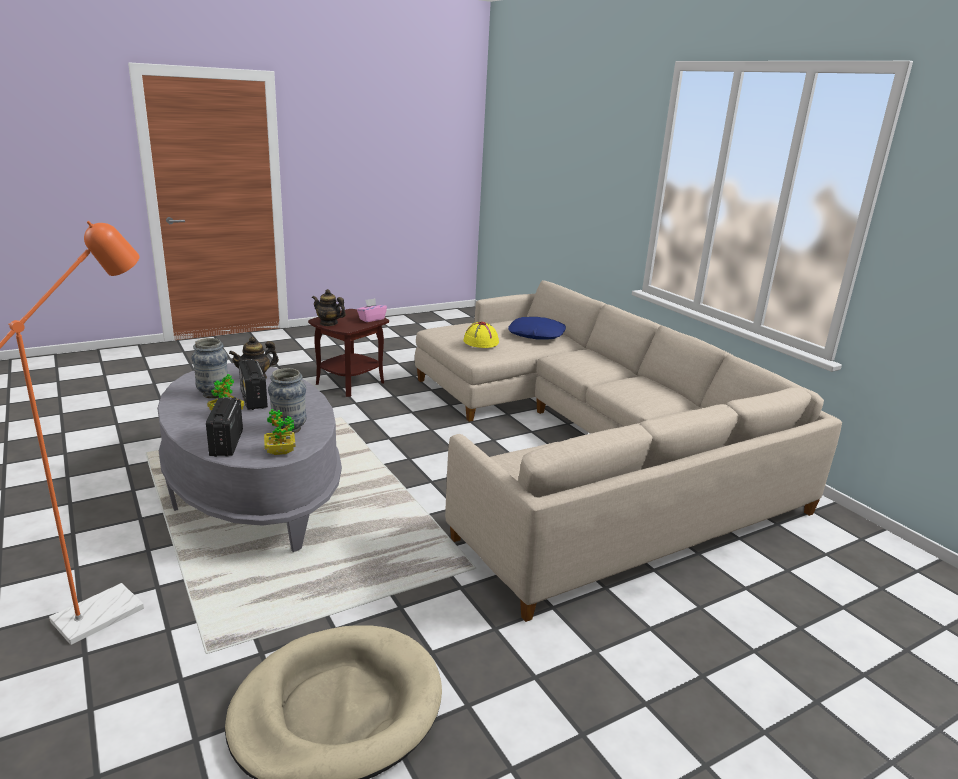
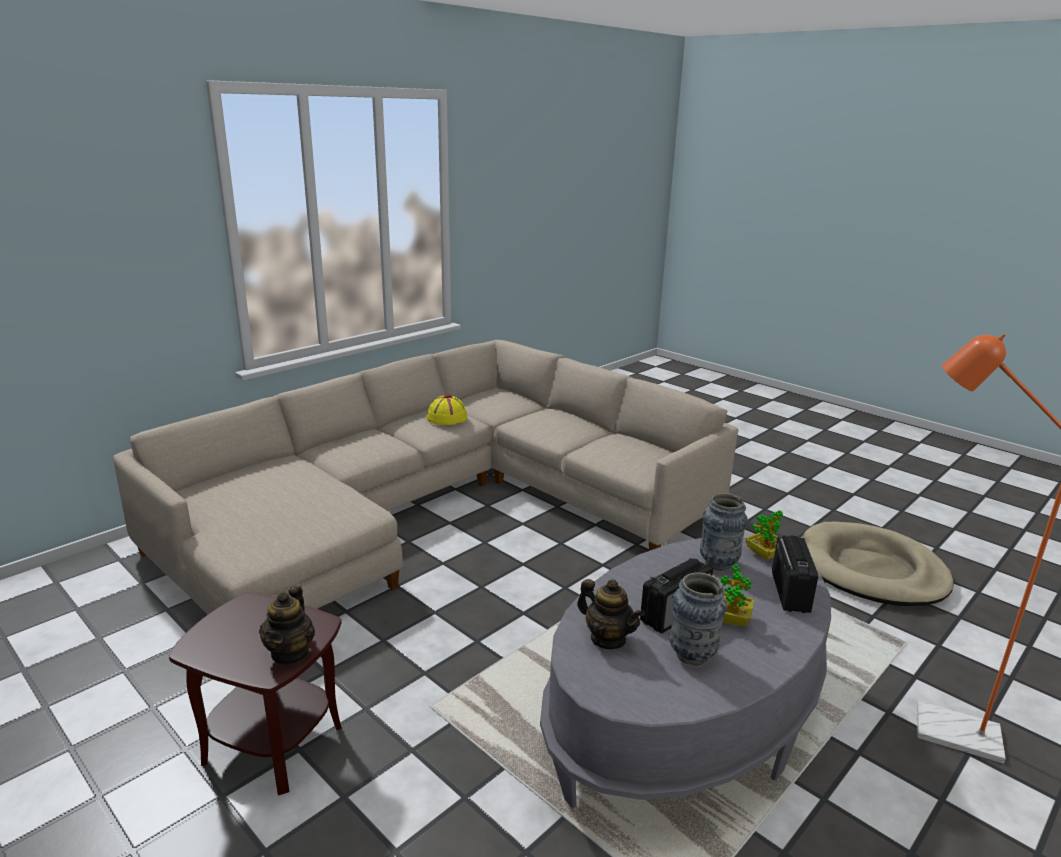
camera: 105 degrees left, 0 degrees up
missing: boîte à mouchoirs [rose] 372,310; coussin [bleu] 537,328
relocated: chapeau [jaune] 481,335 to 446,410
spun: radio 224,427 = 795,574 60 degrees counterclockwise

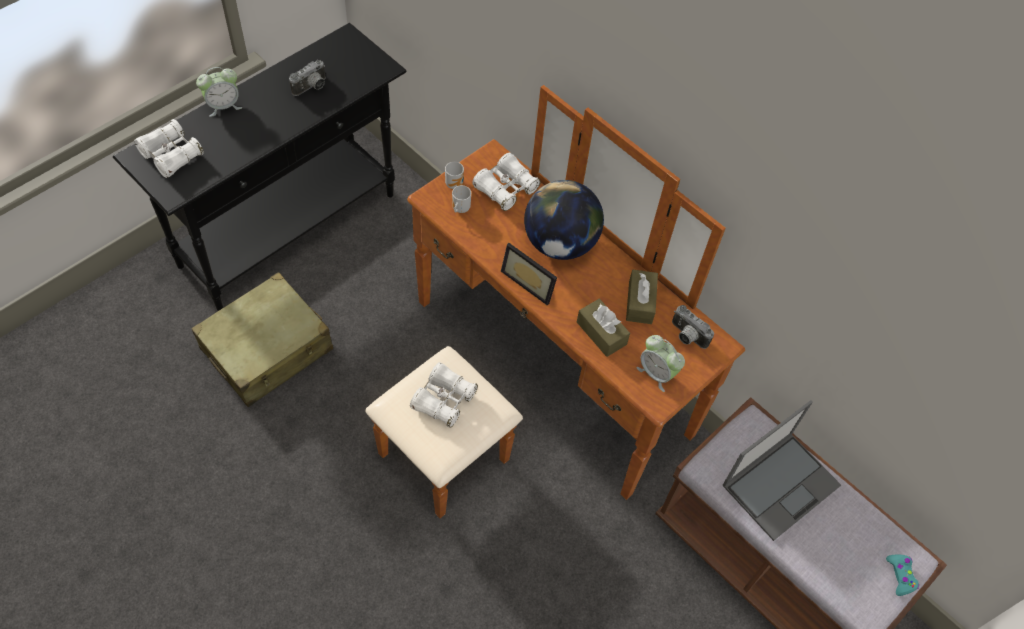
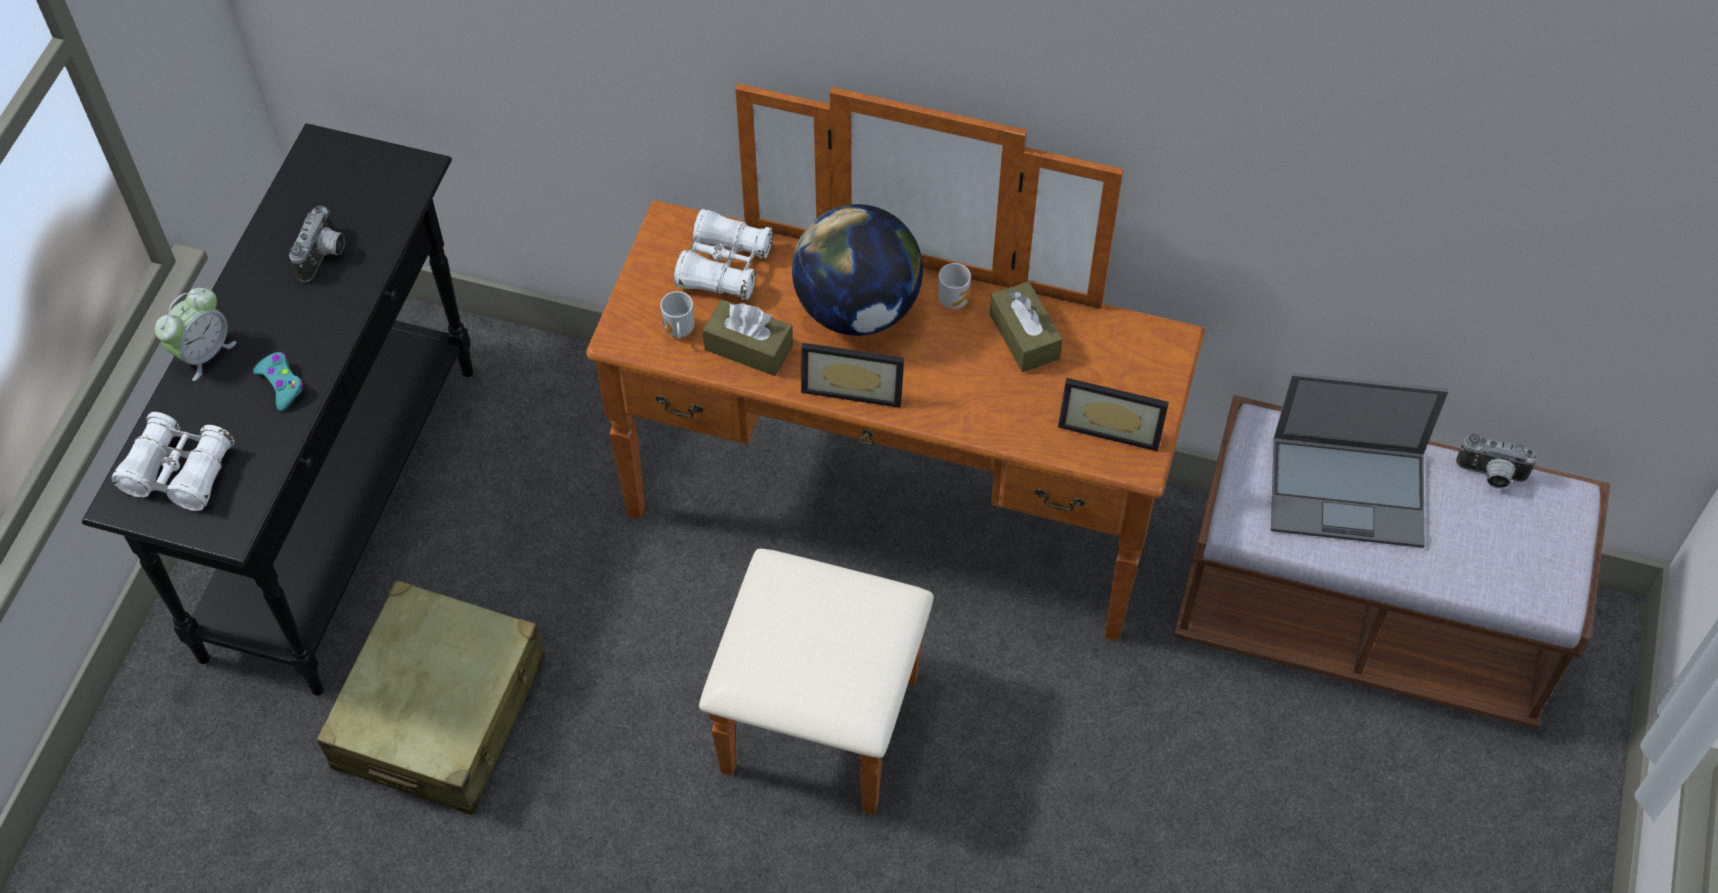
camera: 25 degrees left, 0 degrees up
missing: jumelles [blanc] 444,395
relocated: mug 454,175 to 954,286; boîte à mouchoirs [marron] 603,328 to 748,338; appareil photo 693,327 to 1496,461; manette [turquoise] 902,575 to 278,381
exchanged: réveil 660,363 to cadre photo 1113,414
spun: ordinateur portable 781,470 = 1359,460 75 degrees clockwise

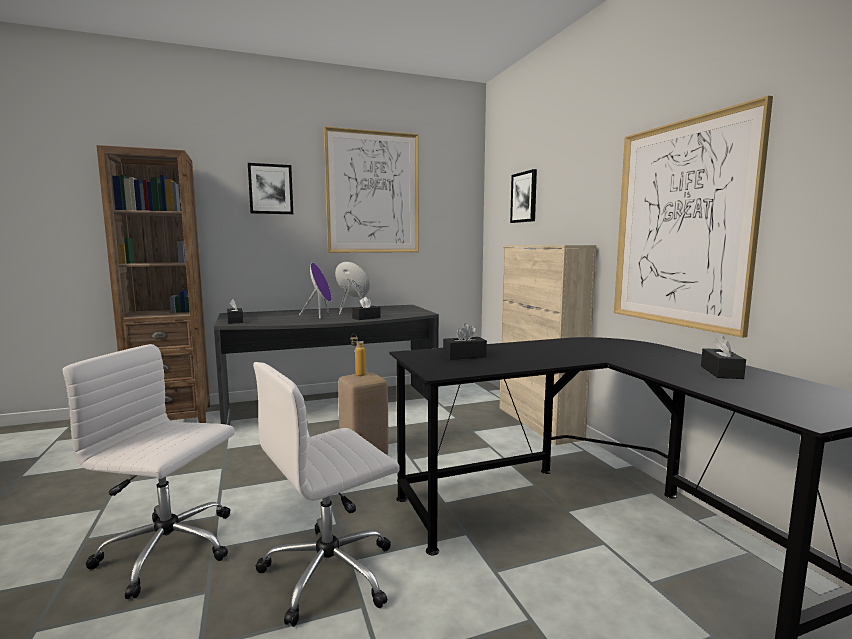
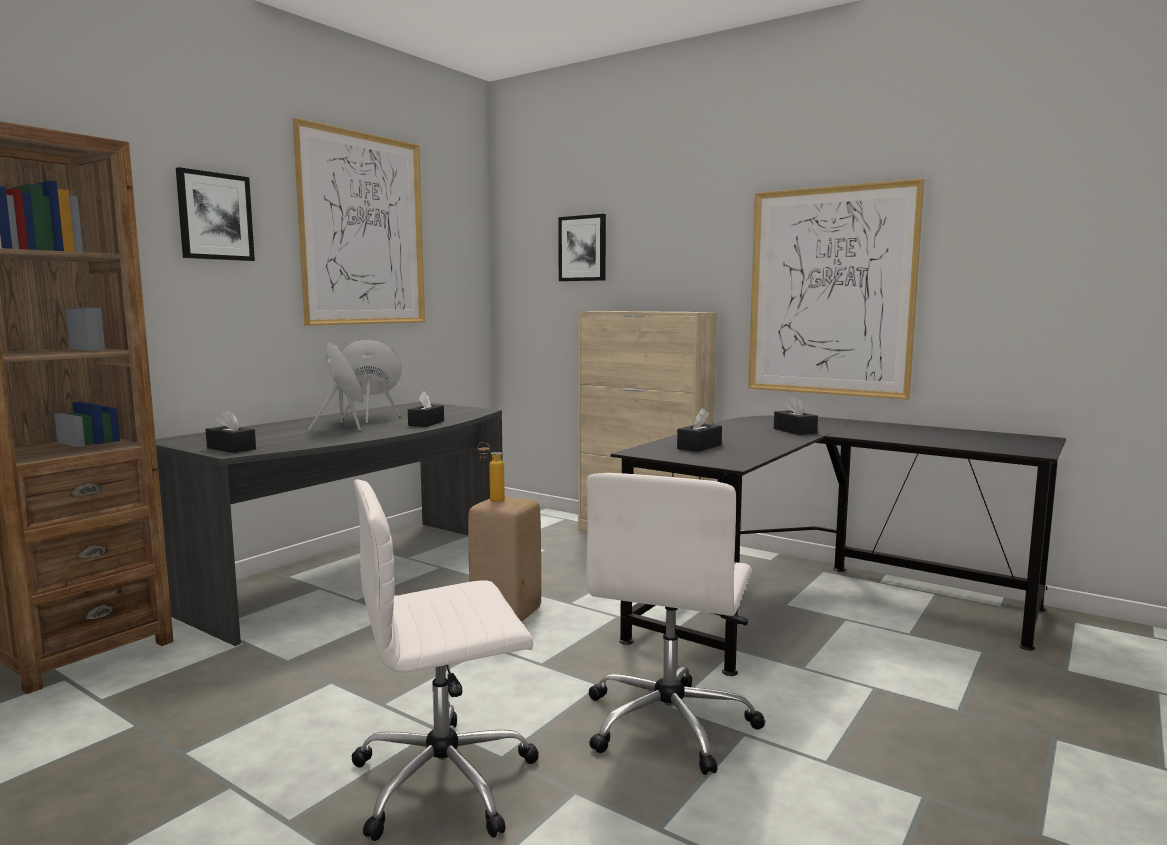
camera: 35 degrees left, 0 degrees up
relocated: boîte à mouchoirs [noir] 723,357 to 796,415

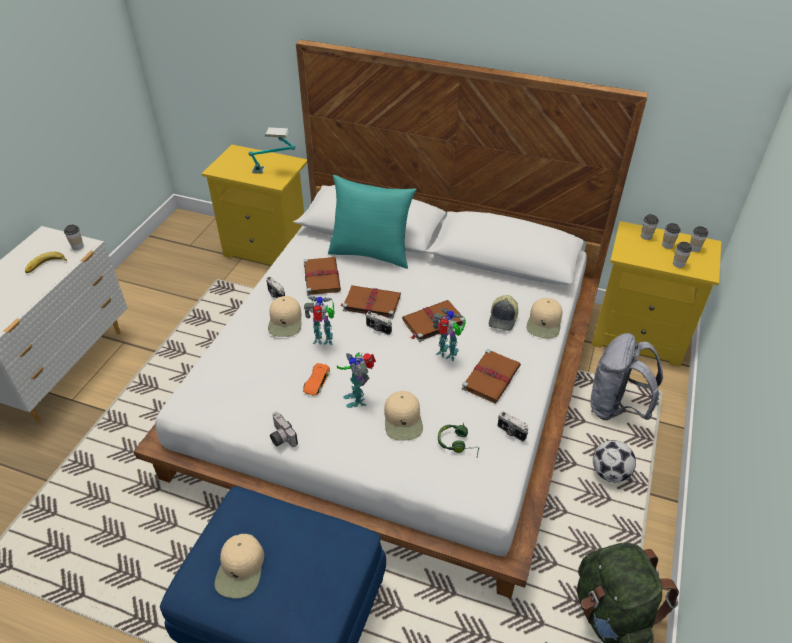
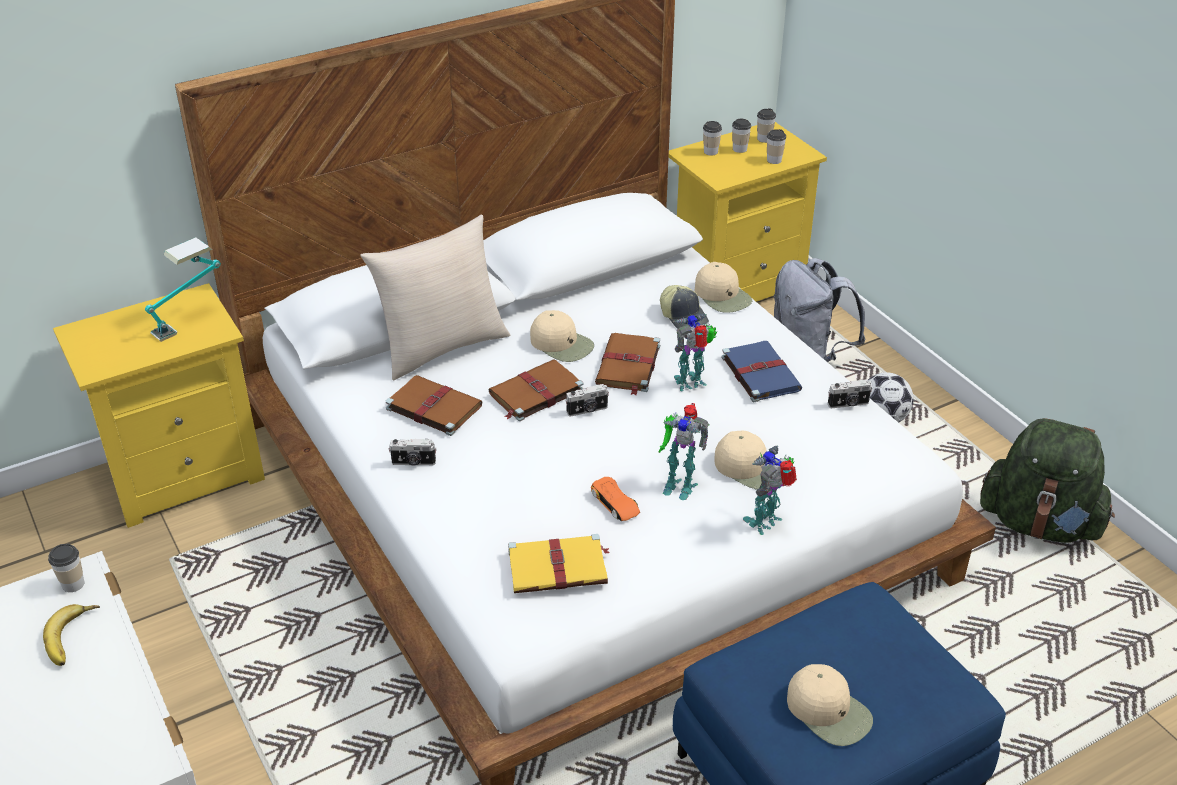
camera: 50 degrees left, 5 degrees down
missing: appareil photo 284,429; casque audio [vert] 458,440
appeared: livre [jaune] 559,563
relocated: casquette [beige] 285,316 to 562,336; robot jouet 319,320 to 770,490
colour: coussin [turquoise] 372,222 to coussin [beige] 435,298; livre [marron] 491,376 to livre [bleu] 761,371

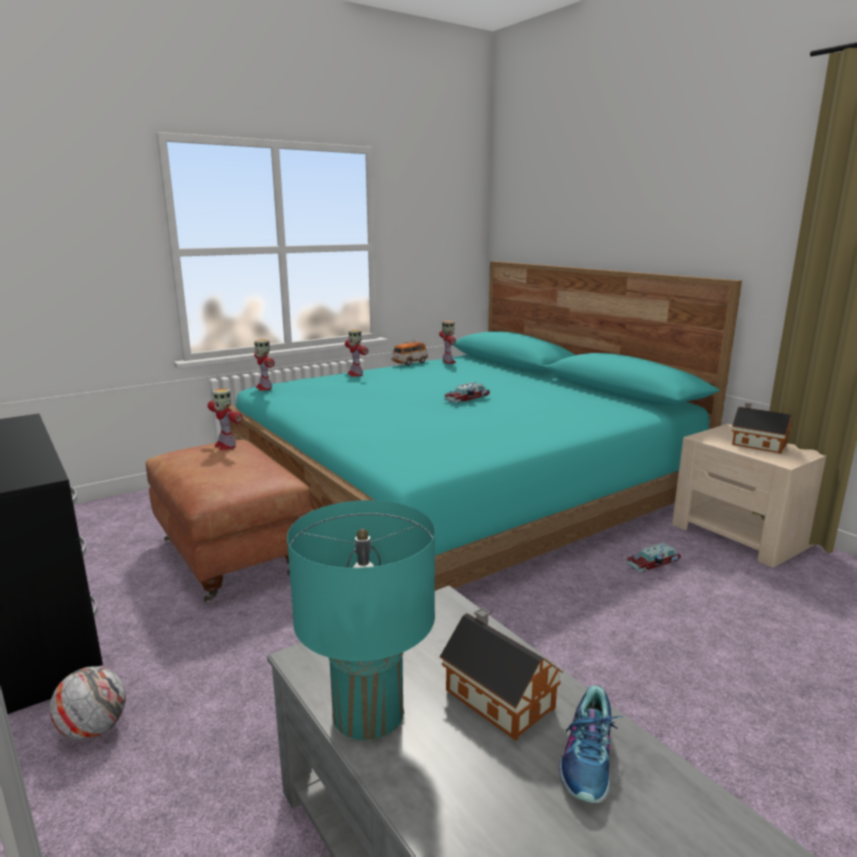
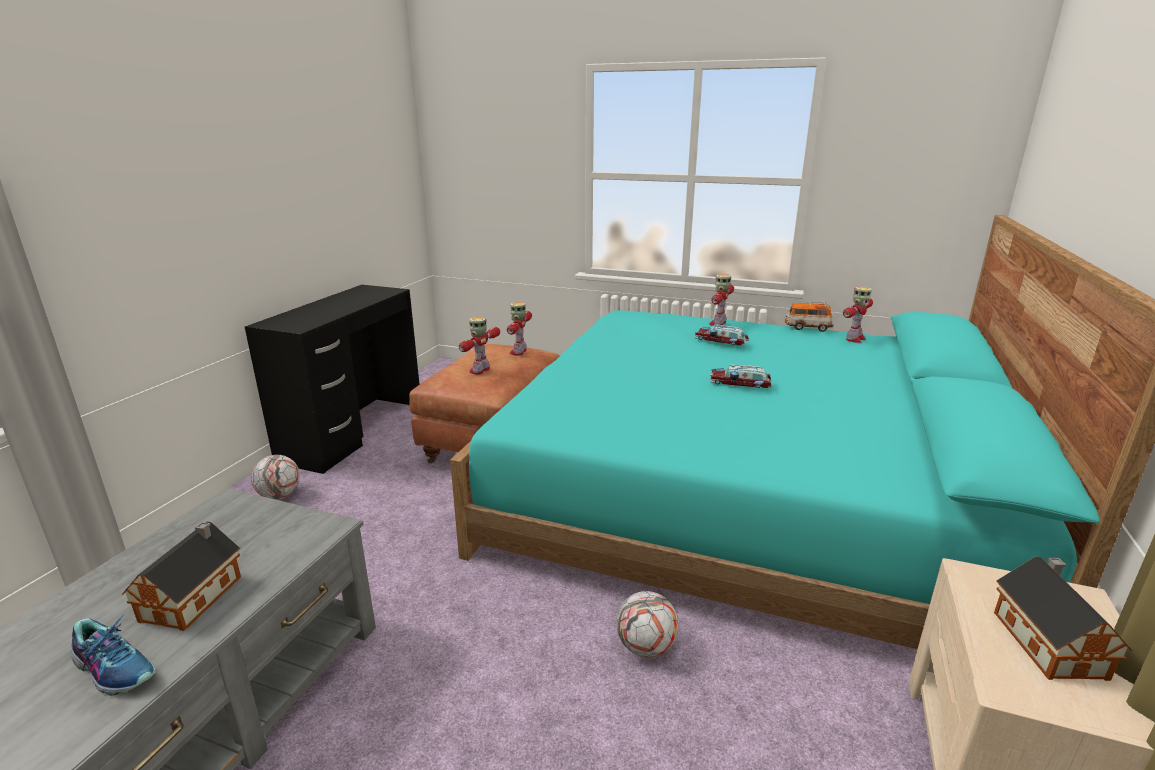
camera: 55 degrees right, 5 degrees up
missing: lampe de table [turquoise] 361,620
appeared: ballon de foot 647,624
relocated: robot jouet 264,365 to 479,346; petite voiture 653,557 to 722,335
spun: chaussure 591,744 = 113,655 135 degrees counterclockwise

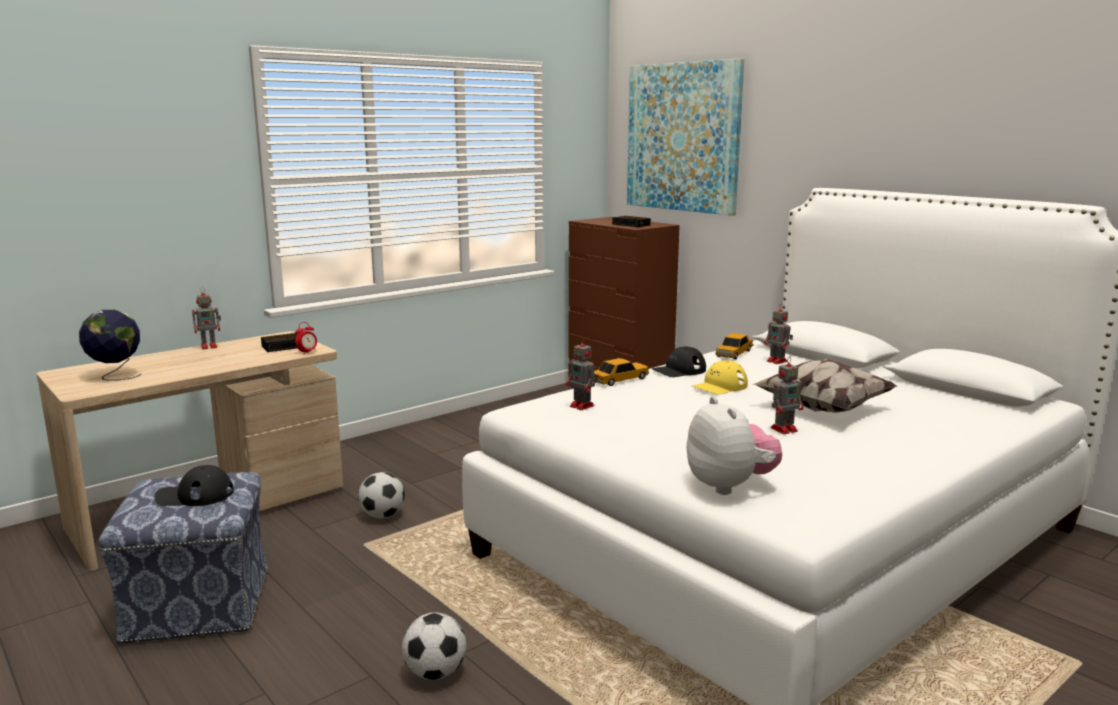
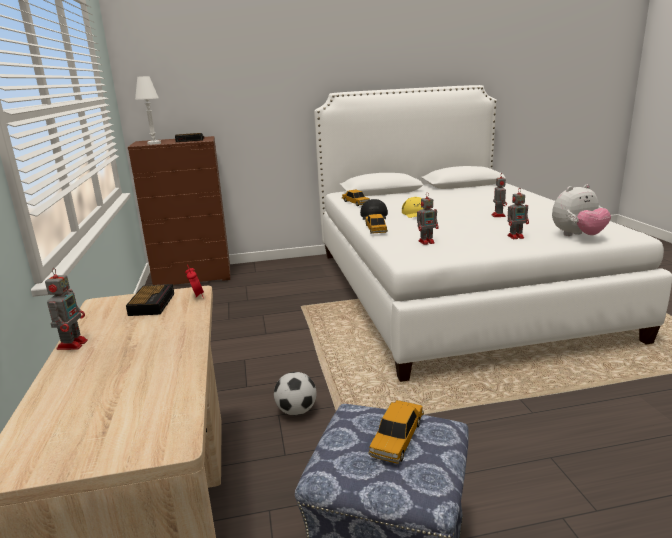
camera: 60 degrees left, 5 degrees up
missing: globe 110,345; ballon de foot 434,646; tableau 685,137; coussin 825,386
appeared: lampe de table [blanc] 148,110
relocated: robot jouet 778,334 to 518,214
exchanged: casquette [noir] 194,485 to petite voiture 396,432
spun: peluche 734,445 = 581,210 150 degrees clockwise

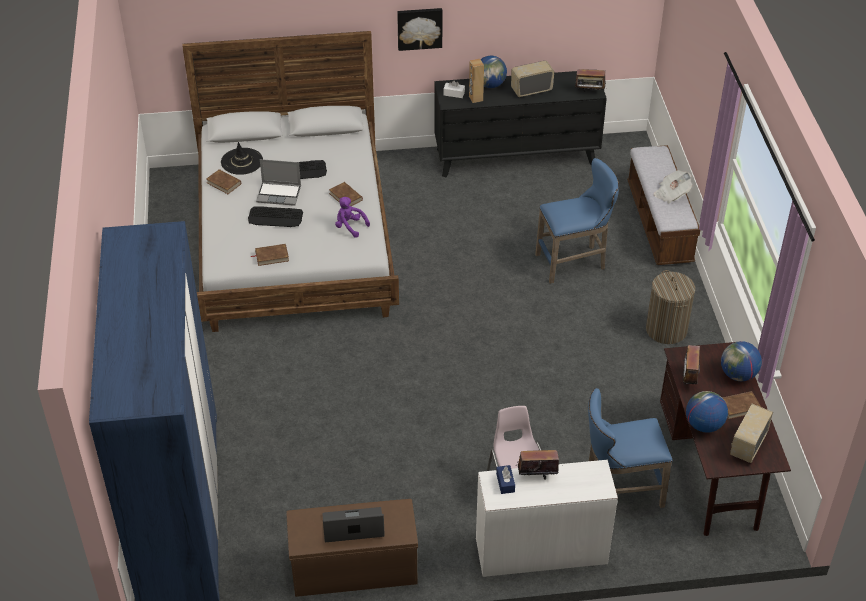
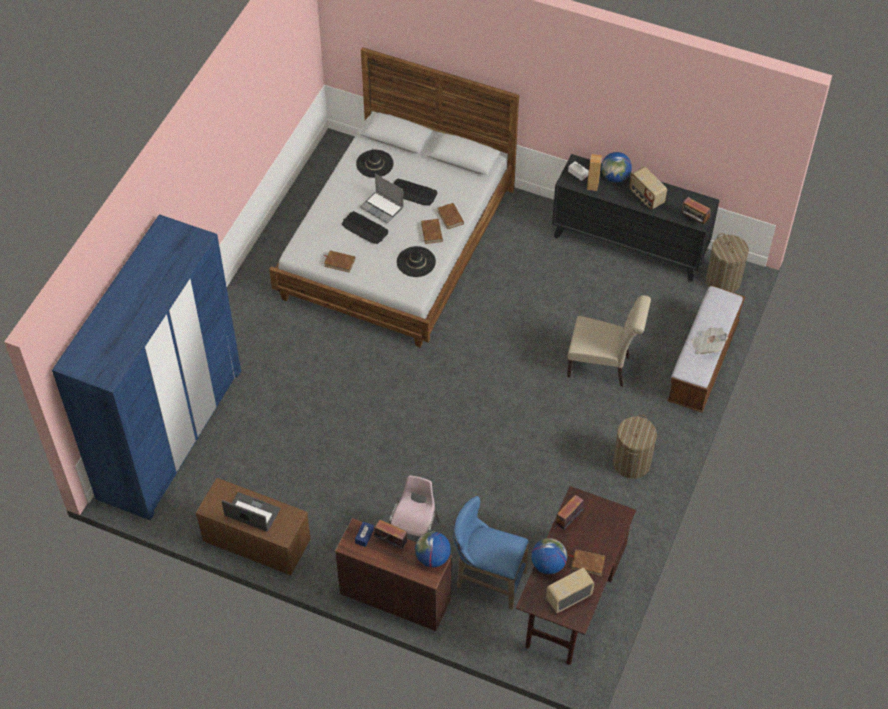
camera: 30 degrees right, 10 degrees up
missing: tableau 420,29
appeared: panier à linge 727,262
relocated: livre [marron] 223,181 to 451,216; globe 741,361 to 433,549
exchanged: peluche [violet] 352,217 to chapeau [noir] 416,261; tabouret [bleu] 577,221 to chaise [beige] 609,341
colour: bureau [blanc] 547,518 to bureau [marron] 393,574
spun: radio 532,78 = 648,188 135 degrees counterclockwise

